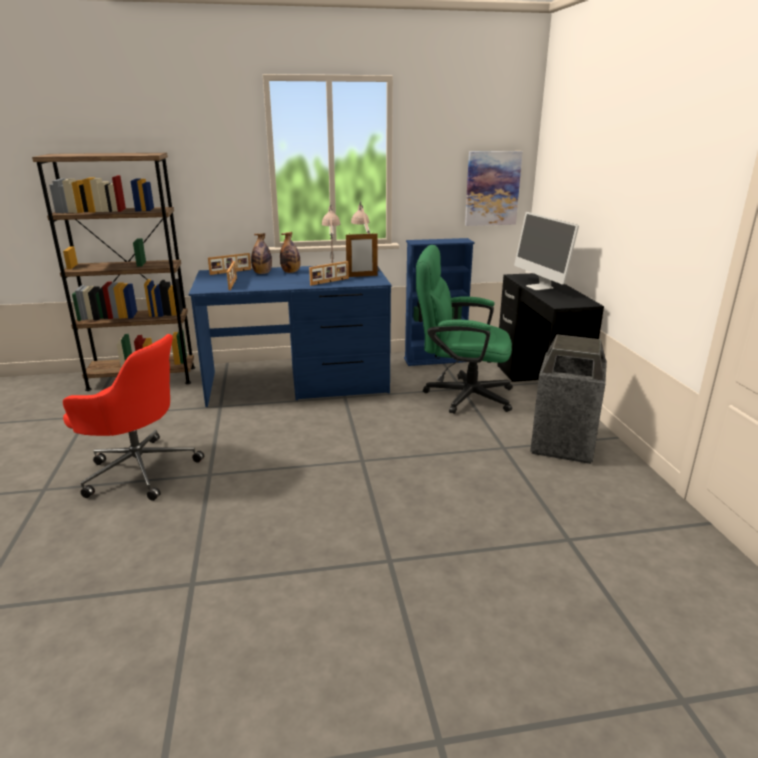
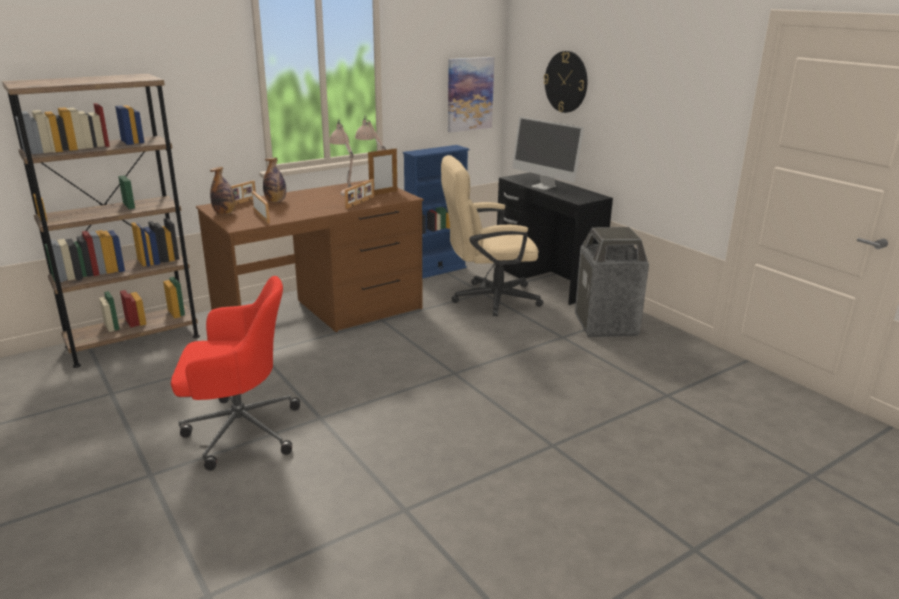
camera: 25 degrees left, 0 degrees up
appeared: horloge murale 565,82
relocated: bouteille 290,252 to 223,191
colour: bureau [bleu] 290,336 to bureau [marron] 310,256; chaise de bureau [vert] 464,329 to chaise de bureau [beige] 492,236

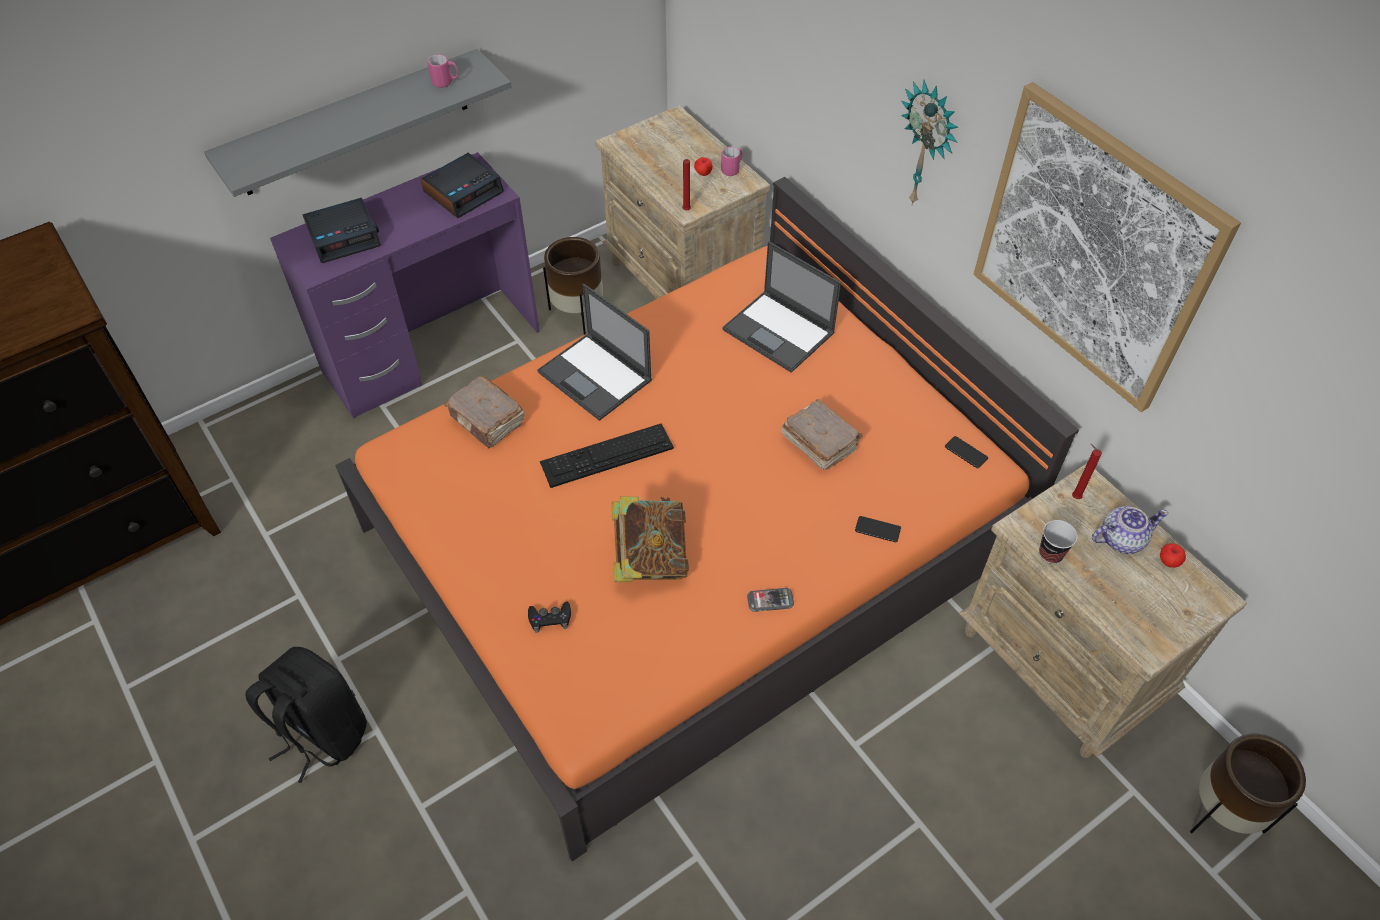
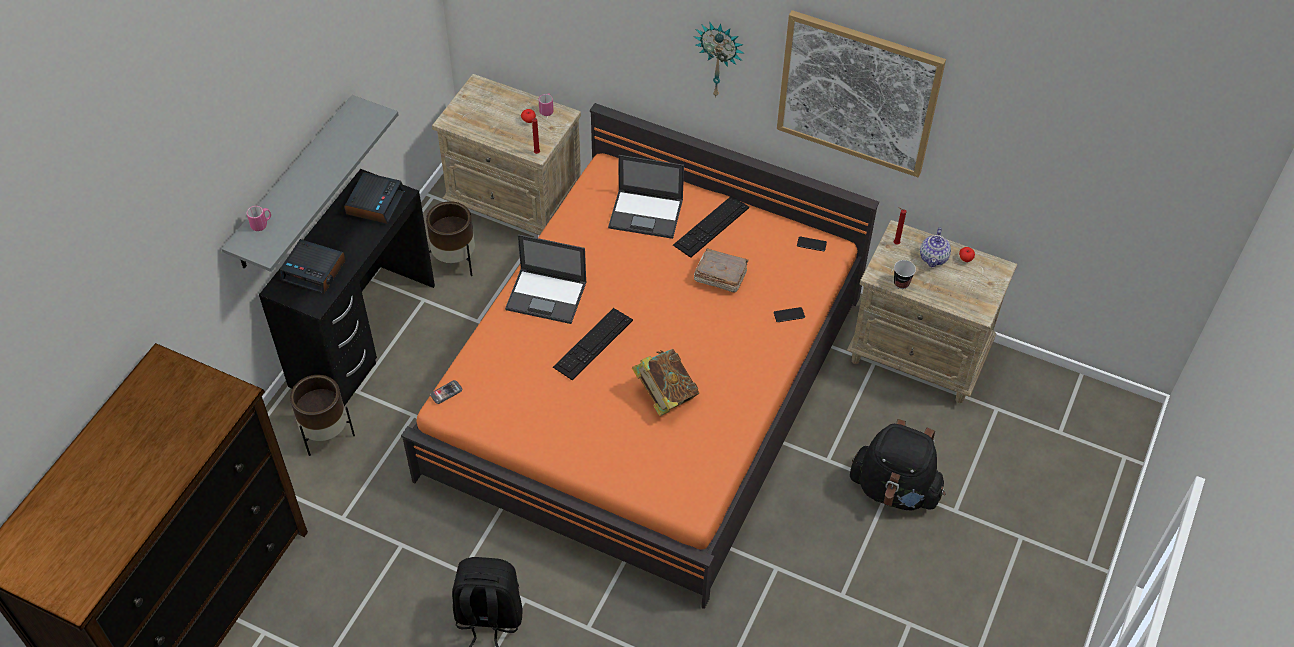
camera: 30 degrees left, 0 degrees up
missing: livre [marron] 484,412; manette [noir] 549,617
appeared: clavier 711,227; sac à dos [noir] 898,465
relocated: mug [rose] 442,71 to 259,218; téléphone 770,600 to 446,392; cache-pot [marron] 1248,784 to 322,415
colour: bureau [violet] 405,285 to bureau [noir] 347,287
spun: réveil 341,230 = 313,266 75 degrees clockwise; théière 1130,530 = 935,247 150 degrees clockwise

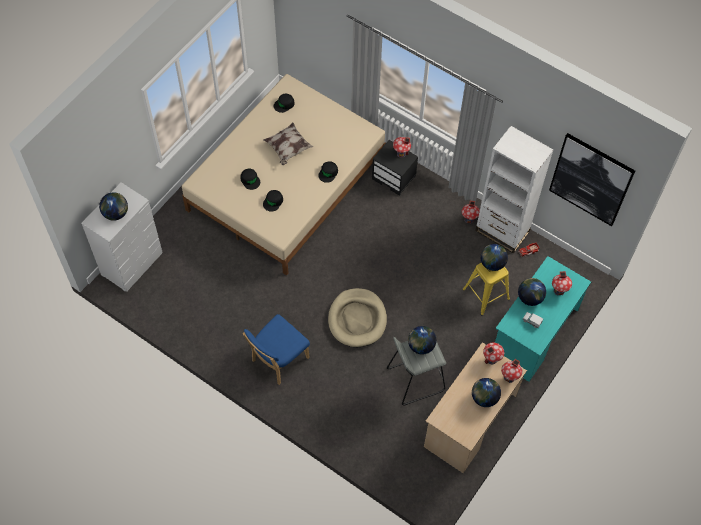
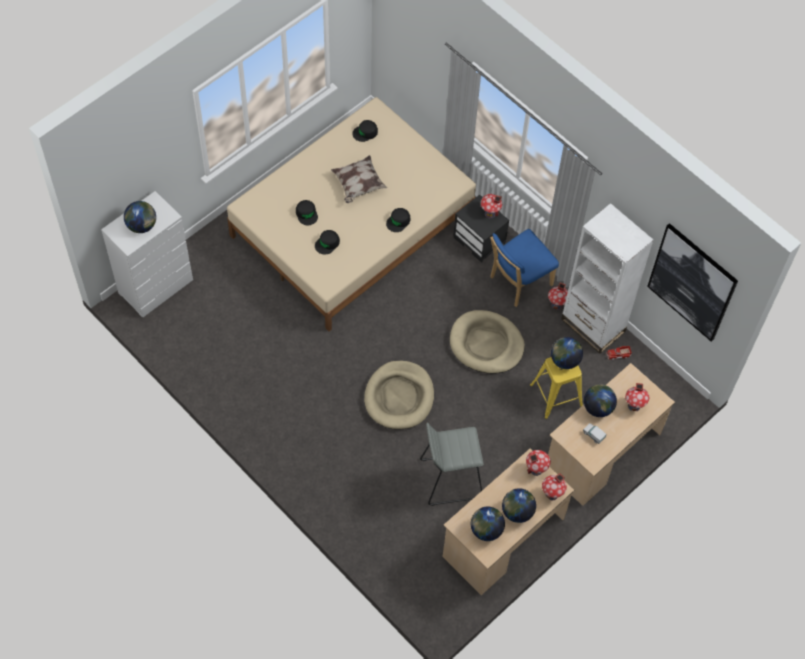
camera: 10 degrees right, 0 degrees up
appeared: panier pour chien [beige] 487,342
relocated: chaise [bleu] 276,349 to 524,268; globe 422,340 to 488,524
colour: bureau [turquoise] 543,319 to bureau [beige] 611,434

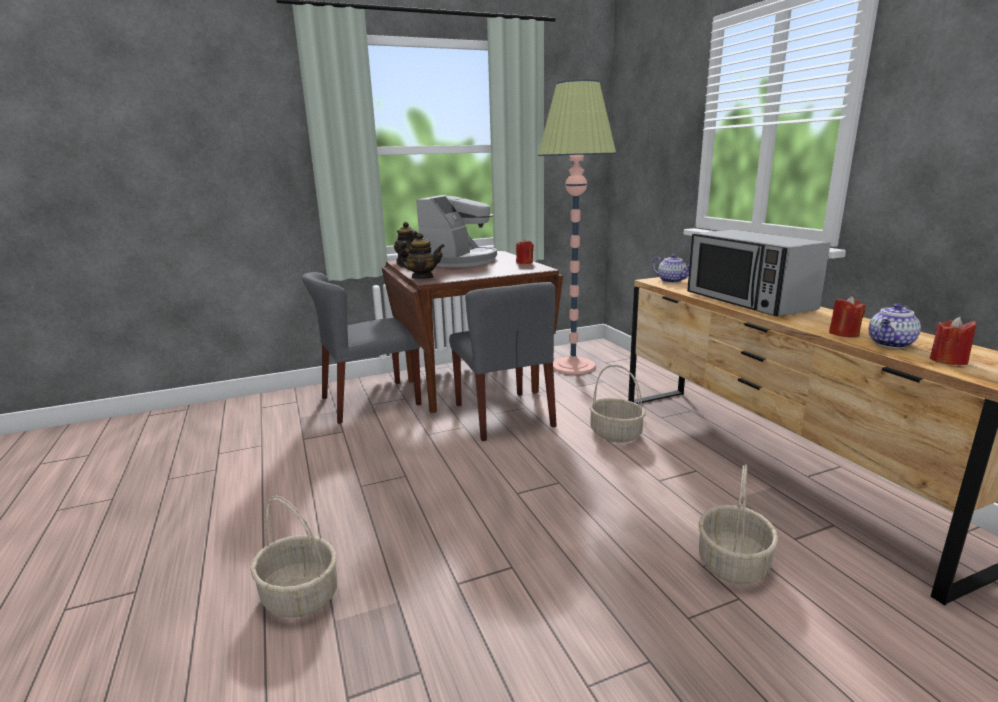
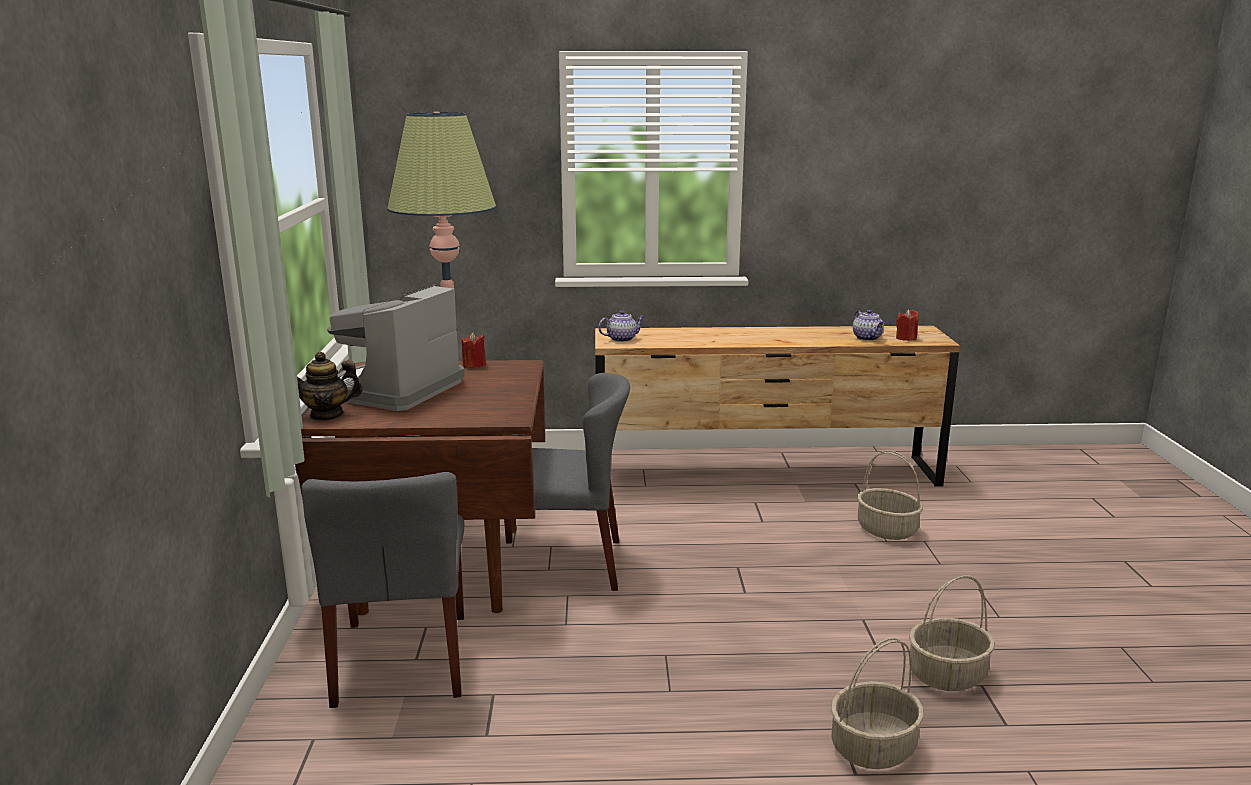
camera: 70 degrees left, 0 degrees up
missing: théière 420,255; micro-ondes 758,273; bougie [rouge] 847,316
relocated: panier 617,403 to 952,633
spun: machine à café 456,231 = 396,348 105 degrees counterclockwise

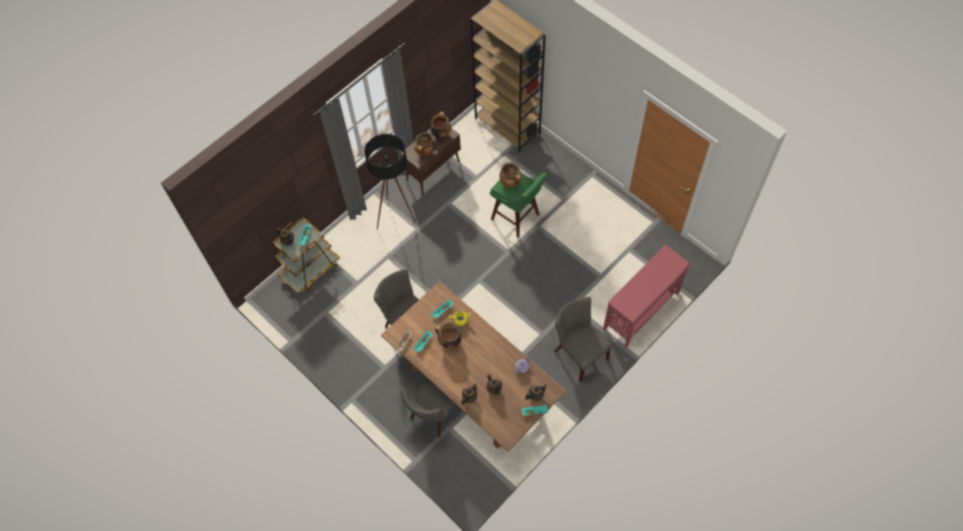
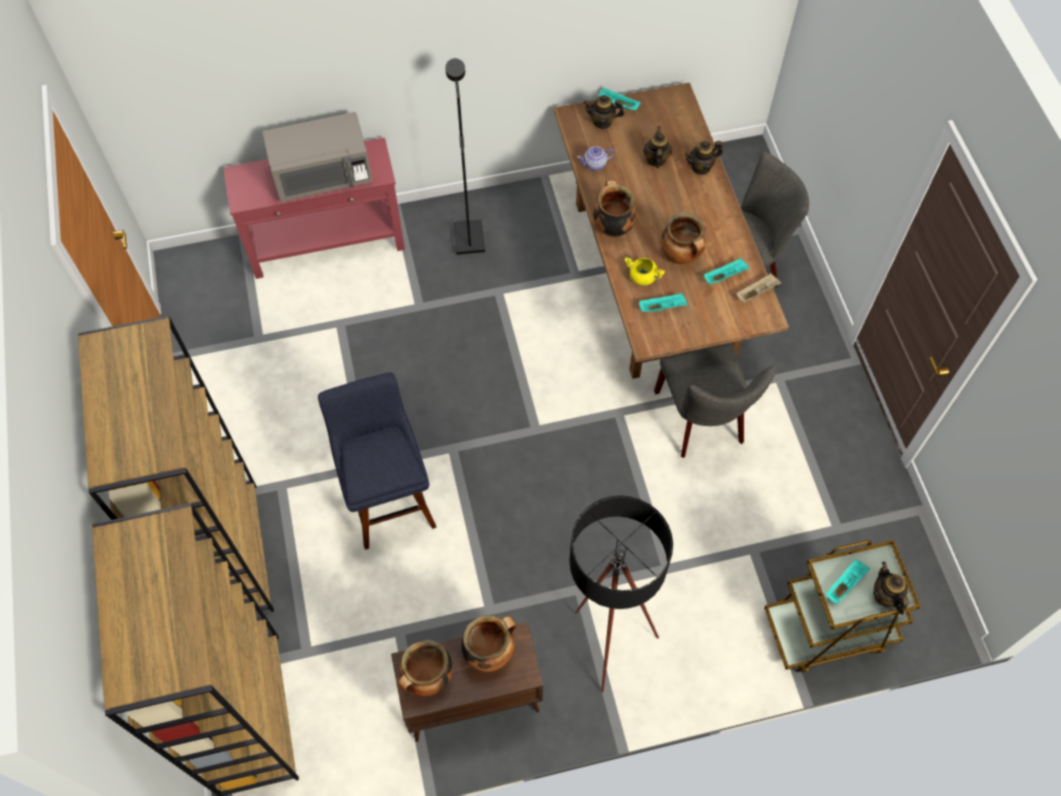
camera: 150 degrees left, 0 degrees up
appeared: bibliothèque [marron] 176,463; micro-ondes [gris] 317,157
relocated: marmite 510,175 to 615,208
exchanged: chaise [gris] 583,339 to lampadaire [noir] 465,156
colour: tabouret [vert] 518,205 to tabouret [bleu] 377,461

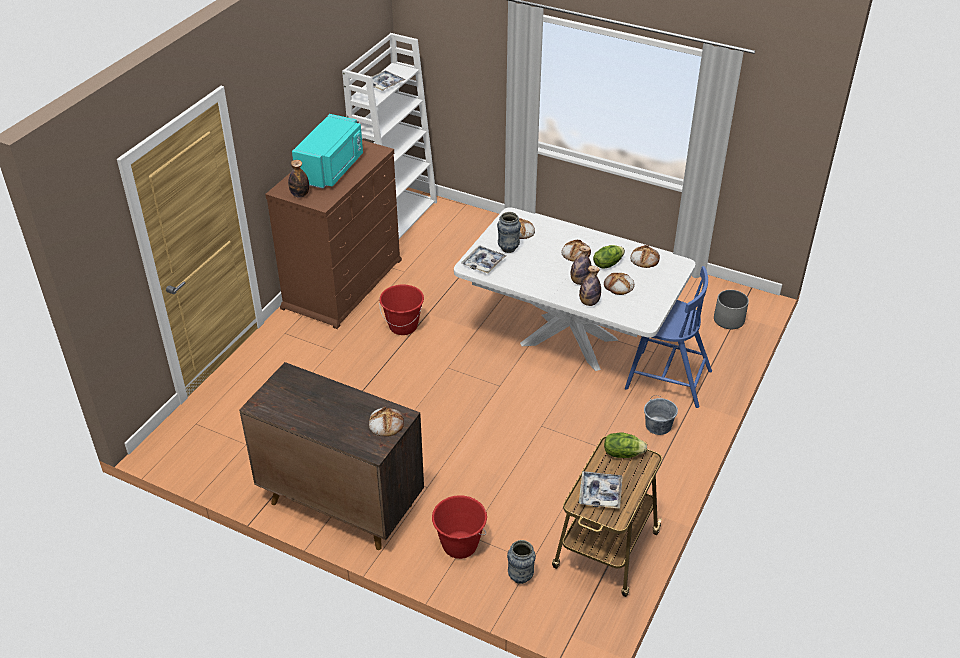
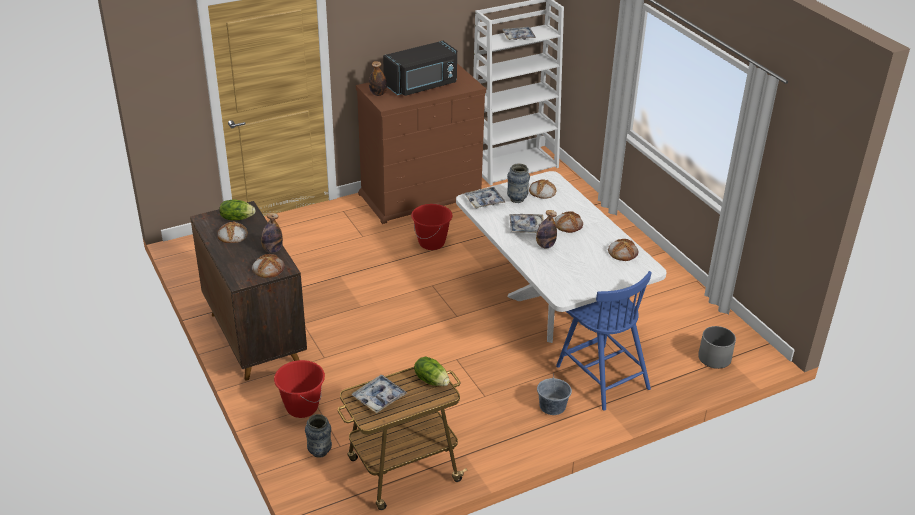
camera: 35 degrees right, 5 degrees down
appeared: plateau 526,223
relocated: bouteille 590,286 to 272,233; laitue 609,256 to 237,209; pain 619,284 to 233,232
colour: micro-ondes [turquoise] 327,151 to micro-ondes [noir] 420,68

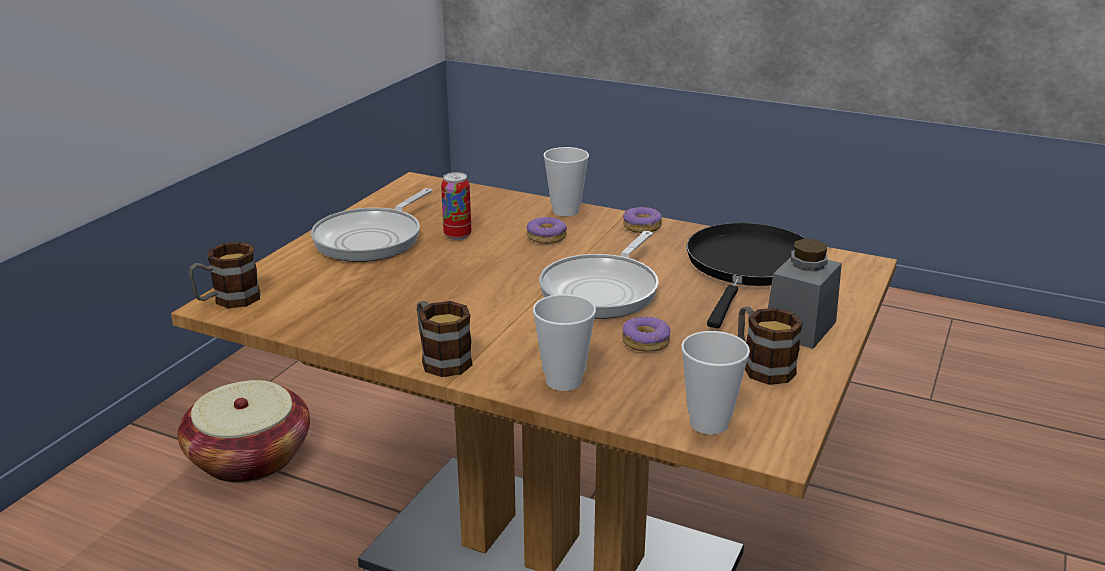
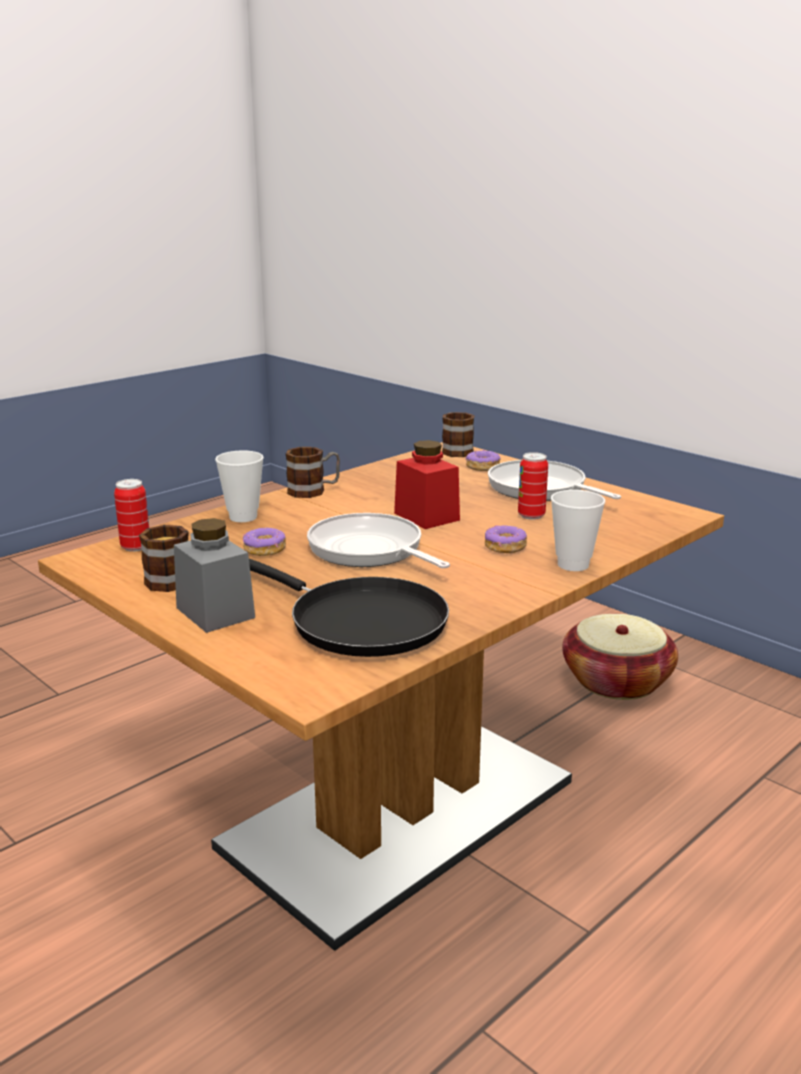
camera: 110 degrees right, 5 degrees down
appeared: bocal [rouge] 427,484
relocated: beignet 642,220 to 483,460
exchanged: tasse 715,382 to boîte métallique 131,515

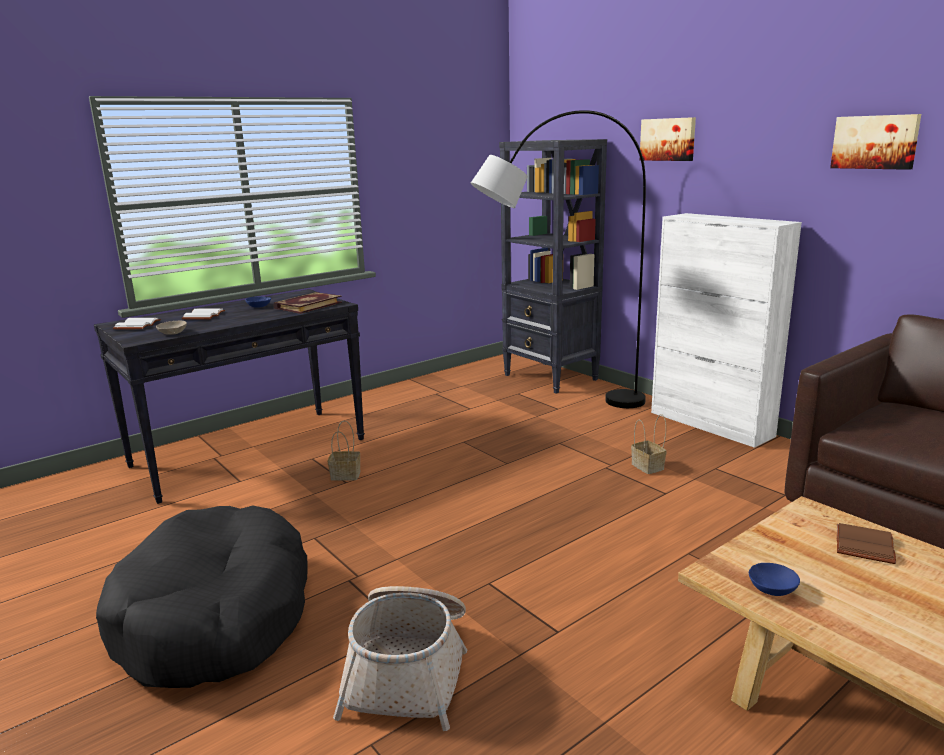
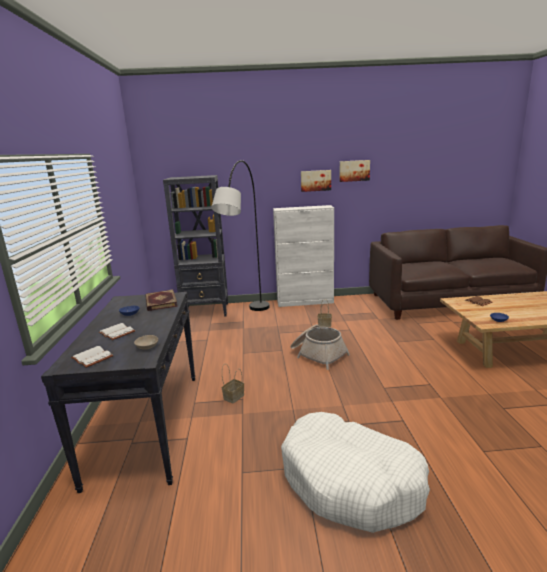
camera: 55 degrees left, 0 degrees up
relocated: panier 400,658 to 320,347; tableau 668,139 to 316,181
colour: panier pour chien [noir] 201,597 to panier pour chien [blanc] 355,472

